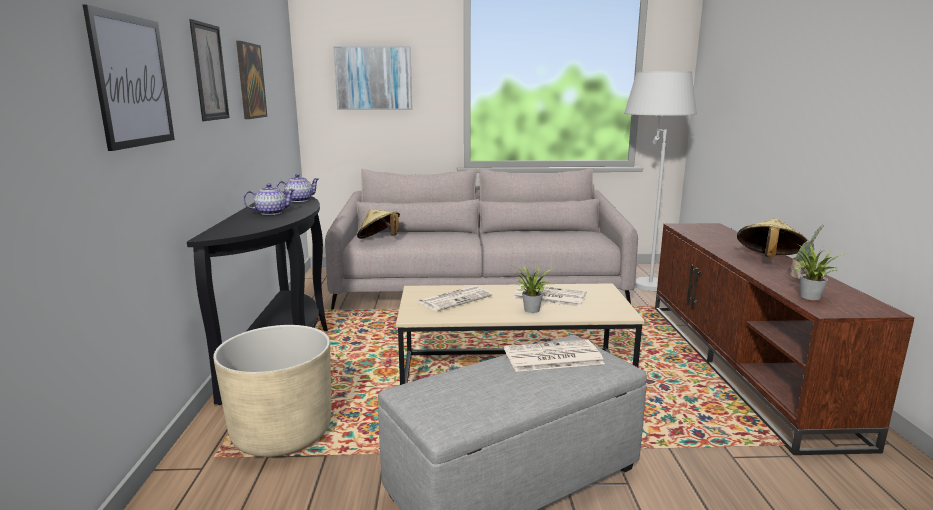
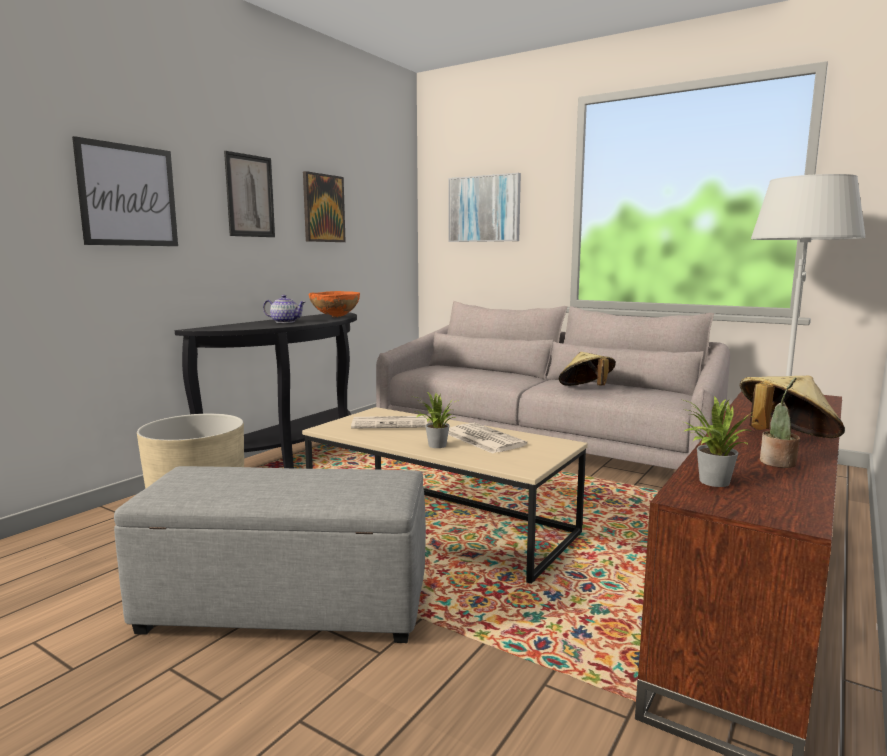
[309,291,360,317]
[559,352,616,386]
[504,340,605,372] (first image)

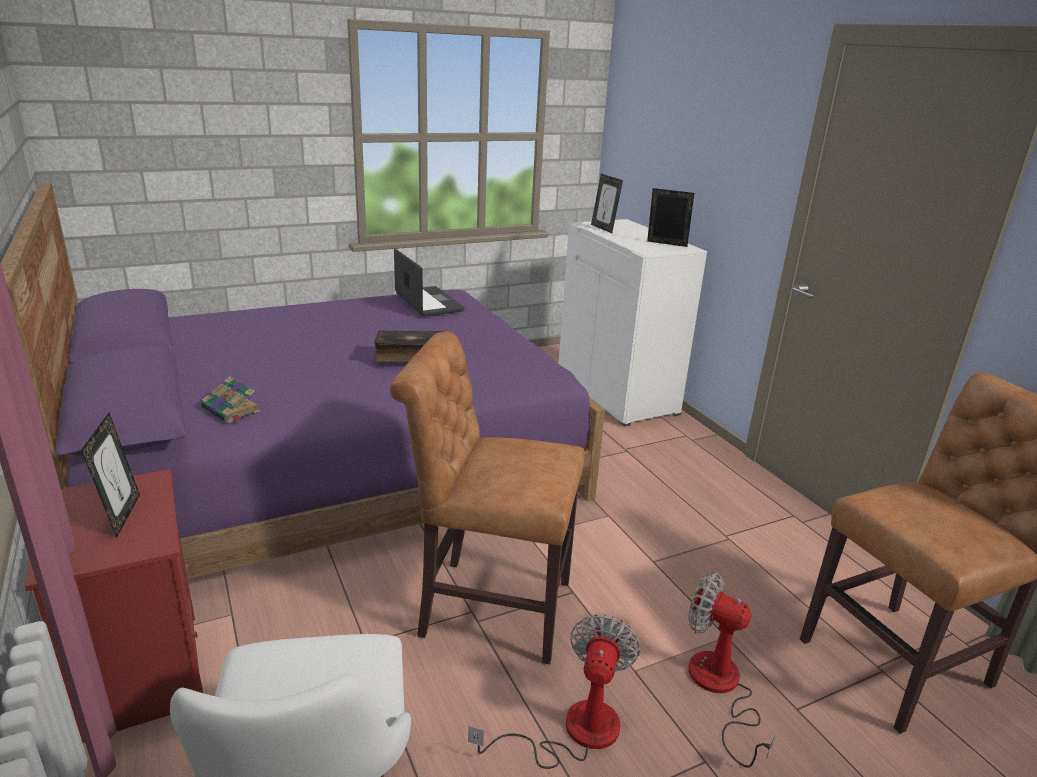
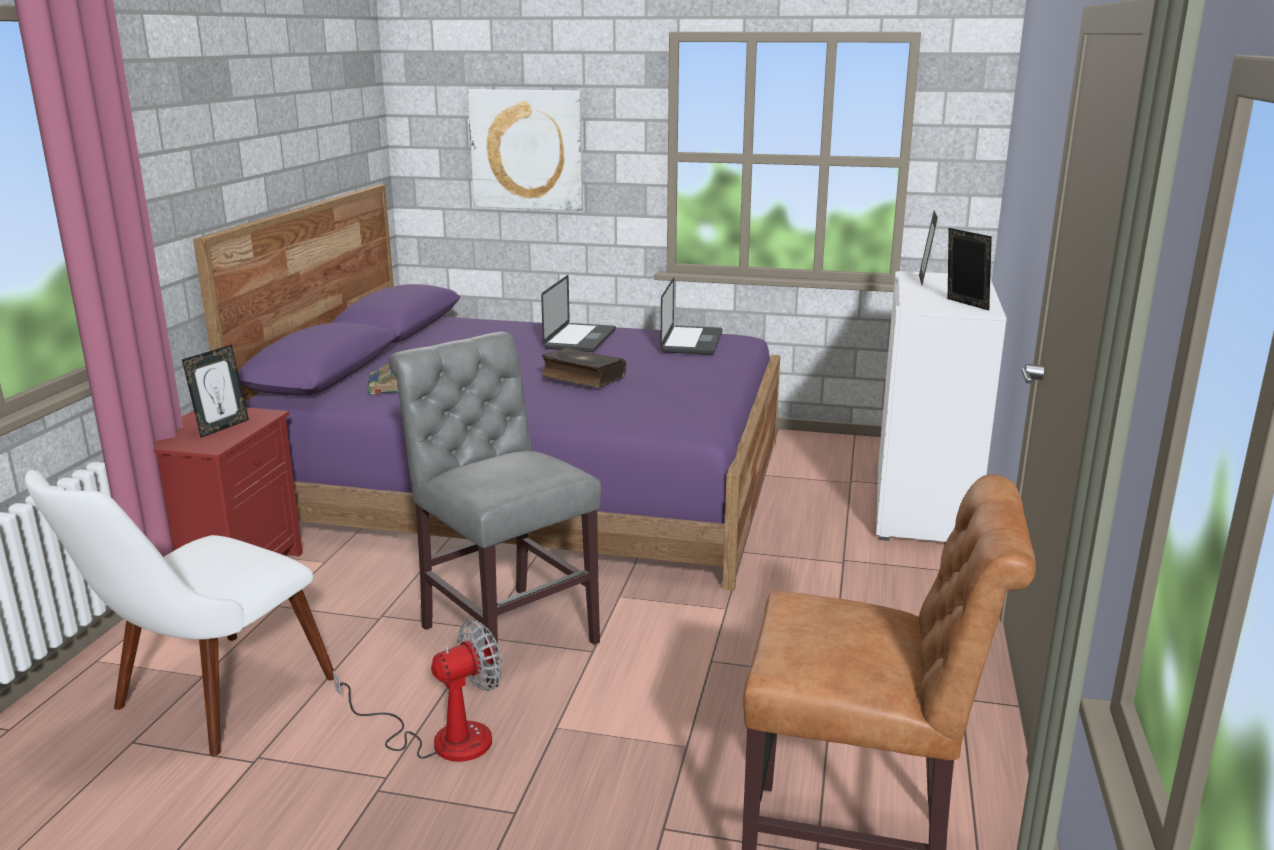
[389,332,601,688]
[688,572,776,768] (first image)
[467,89,583,211]
[541,275,616,352]

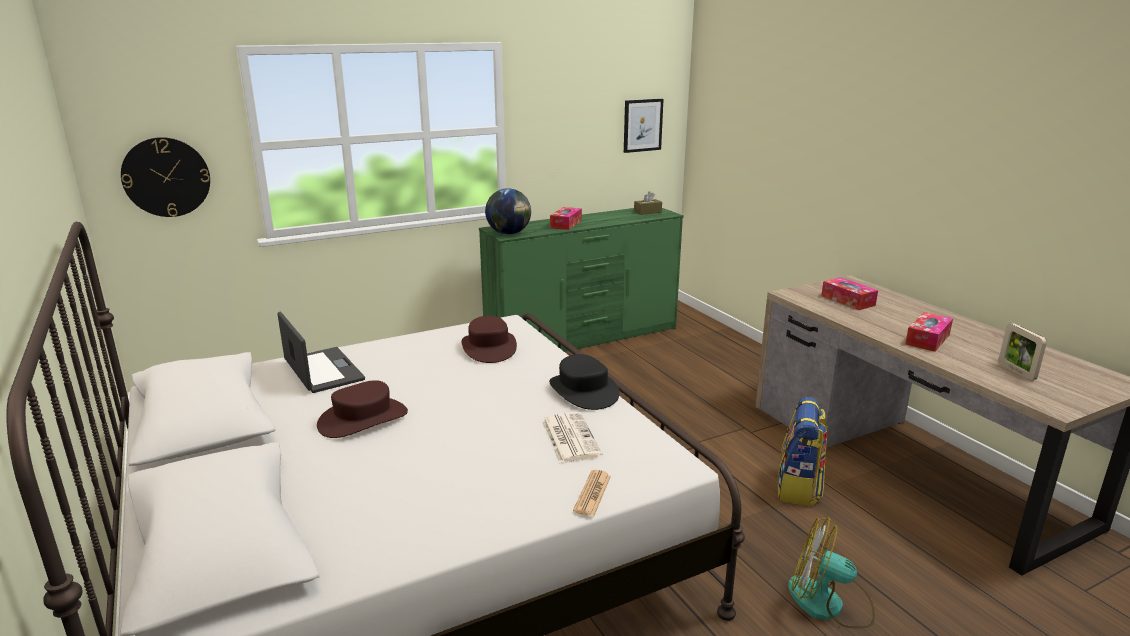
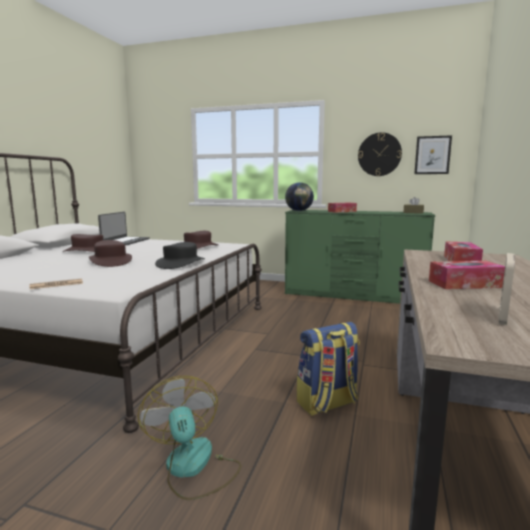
[358,132,402,176]
[541,412,603,463] (first image)
[89,240,132,267]

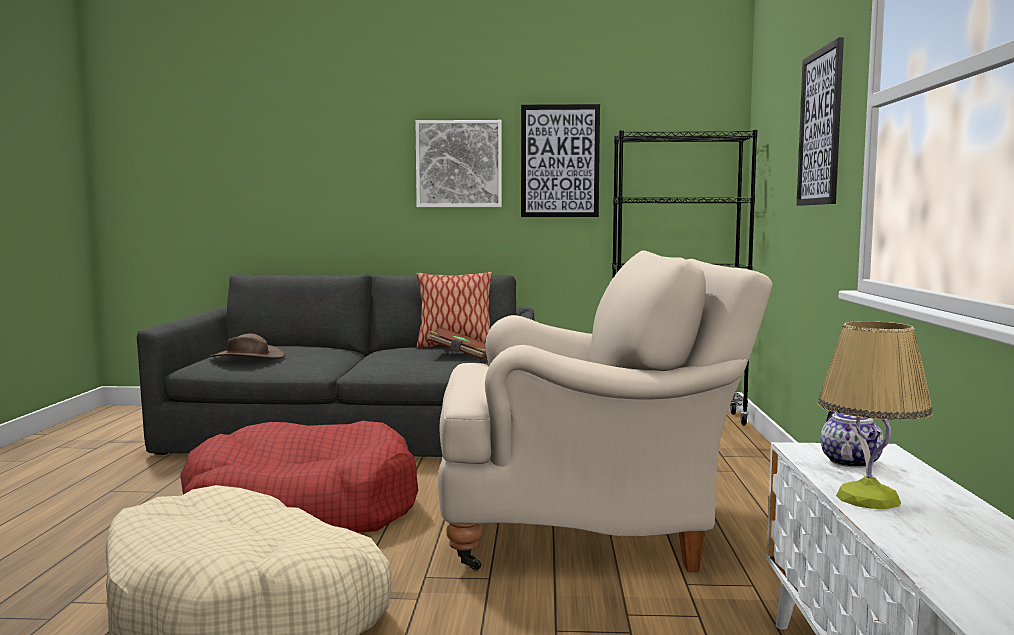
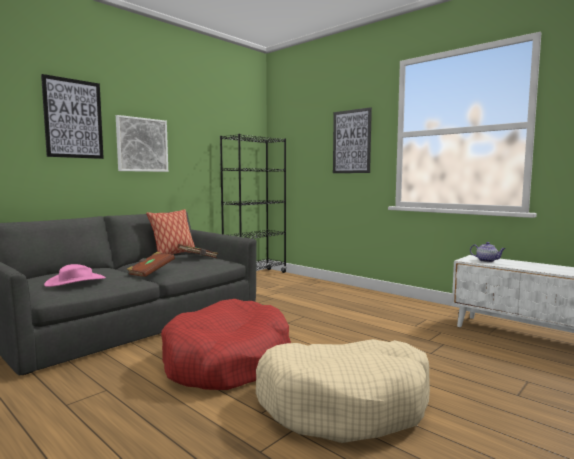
[41,74,104,159]
[438,250,773,572] (first image)
[818,321,933,509] (first image)
[44,264,106,287]
[127,252,175,277]

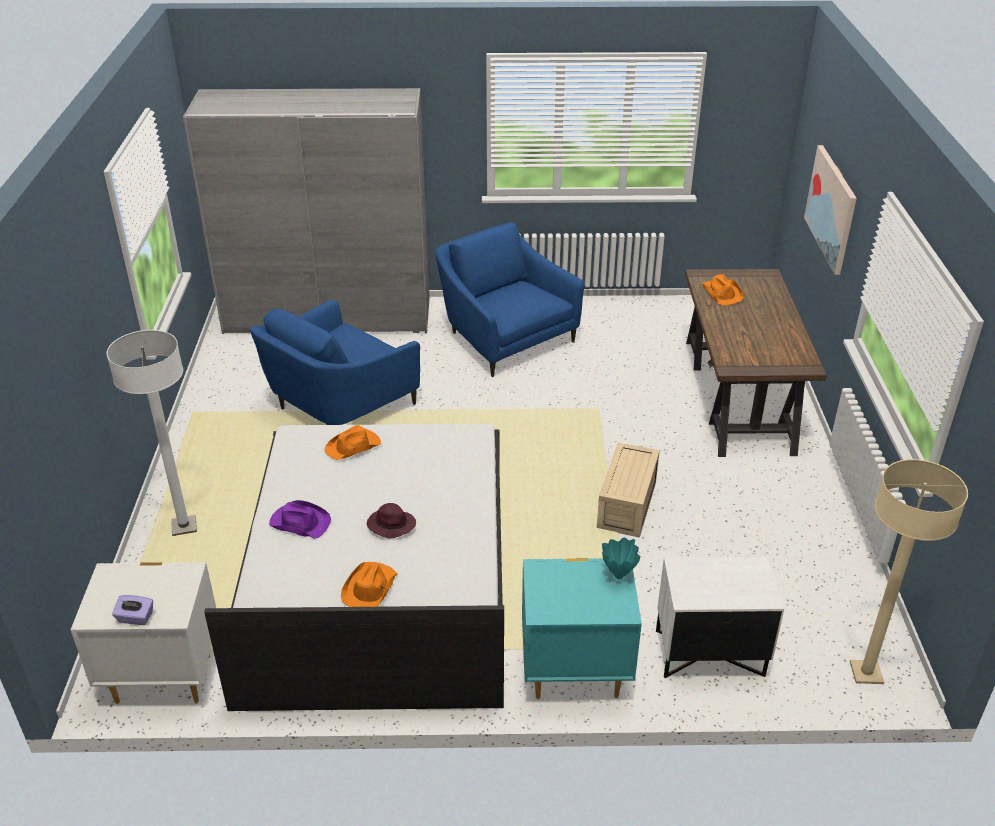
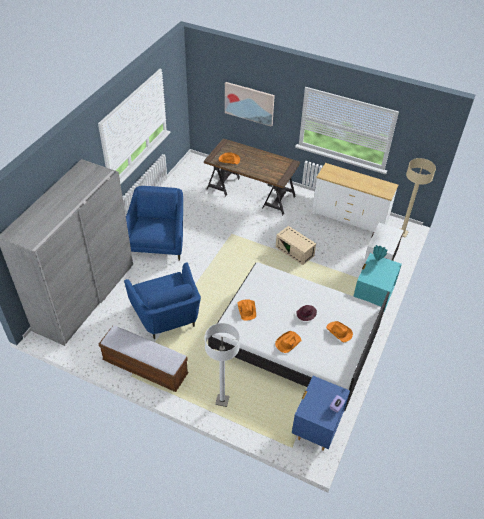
[126,186,183,261]
[275,331,302,353]
[292,376,350,451]
[312,163,398,232]
[99,326,189,392]

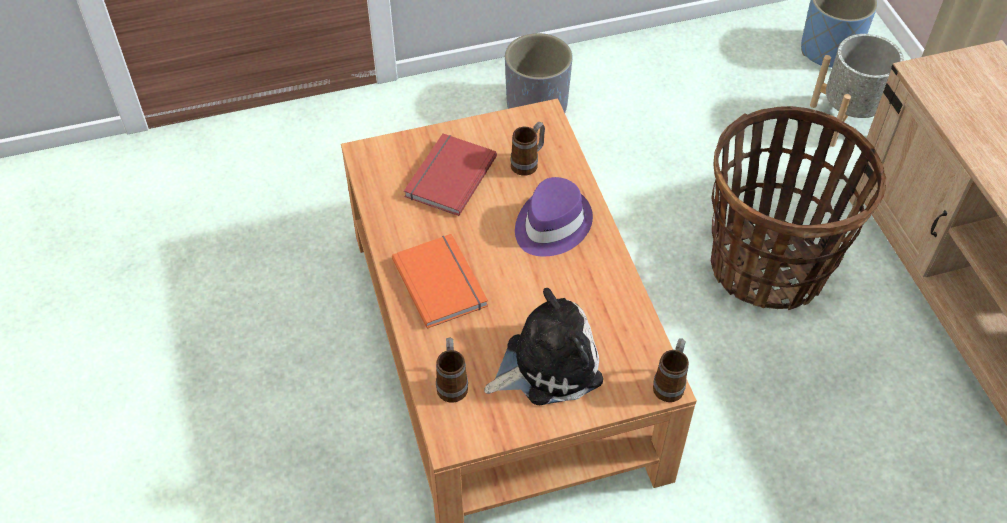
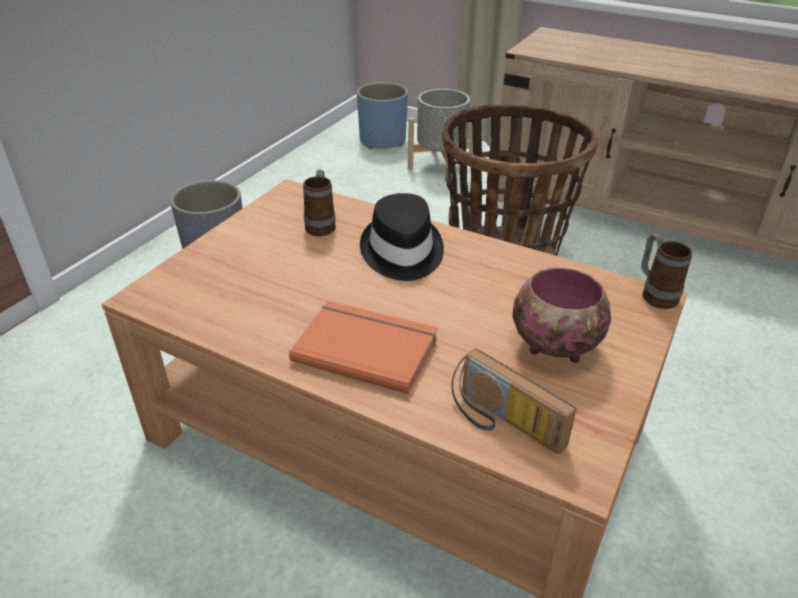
[404,134,497,216] (first image)
[360,193,444,281]
[513,267,611,363]
[451,348,576,454]

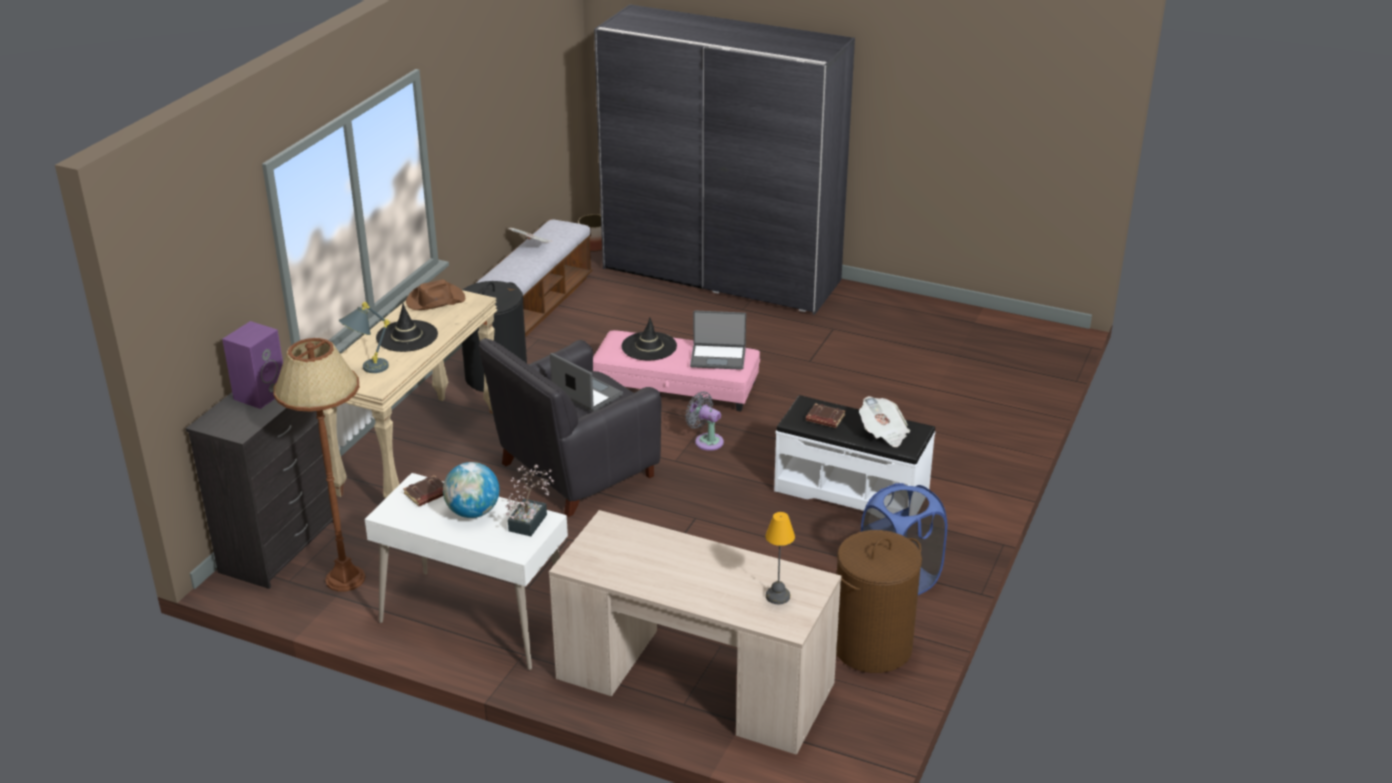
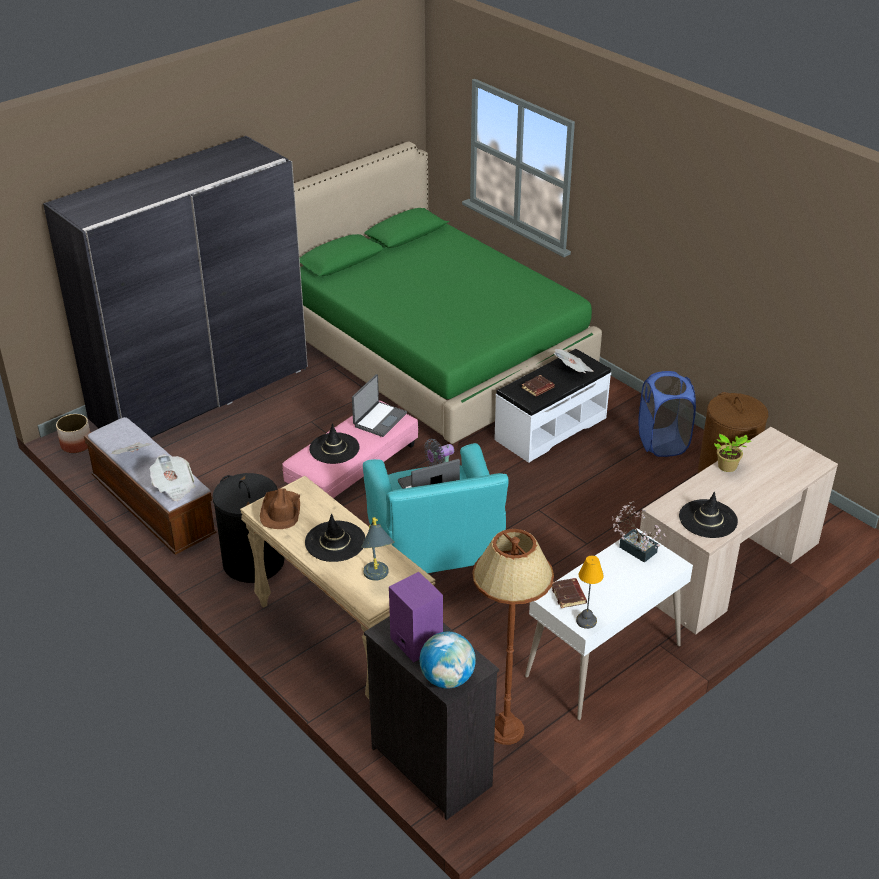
[363,443,509,573]
[420,632,476,688]
[576,556,604,629]
[294,142,602,452]
[714,434,751,472]
[150,454,196,501]
[679,492,738,538]

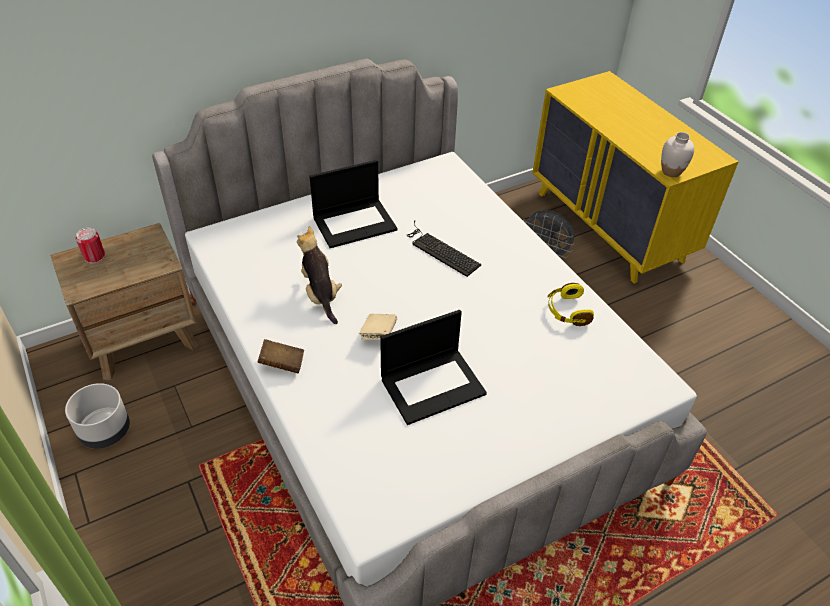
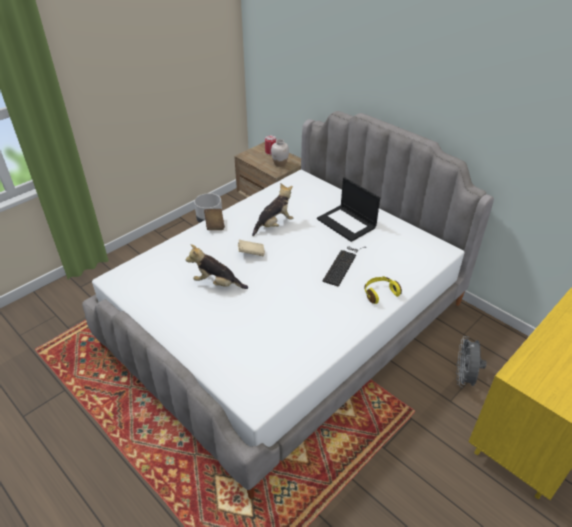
[271,139,289,167]
[365,276,402,304]
[186,244,248,289]

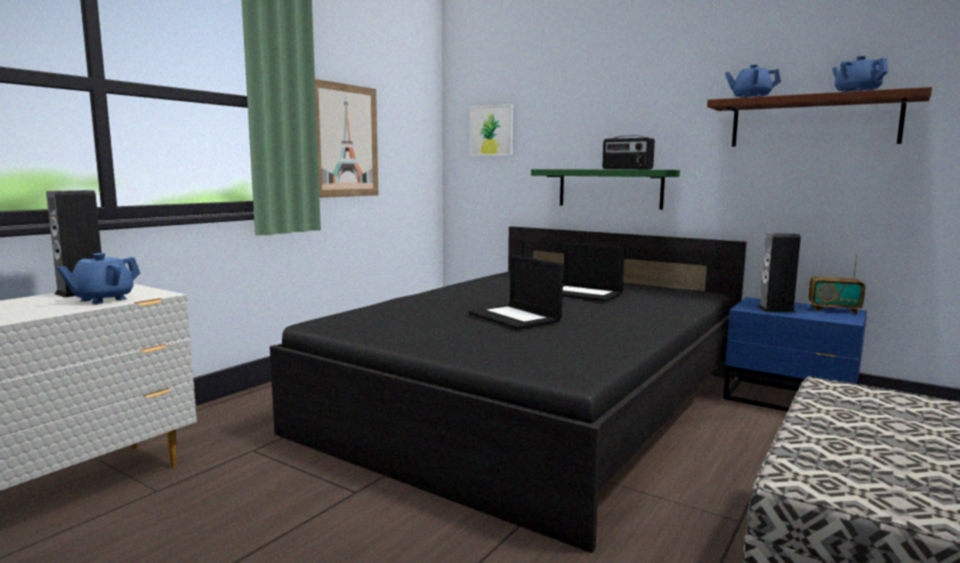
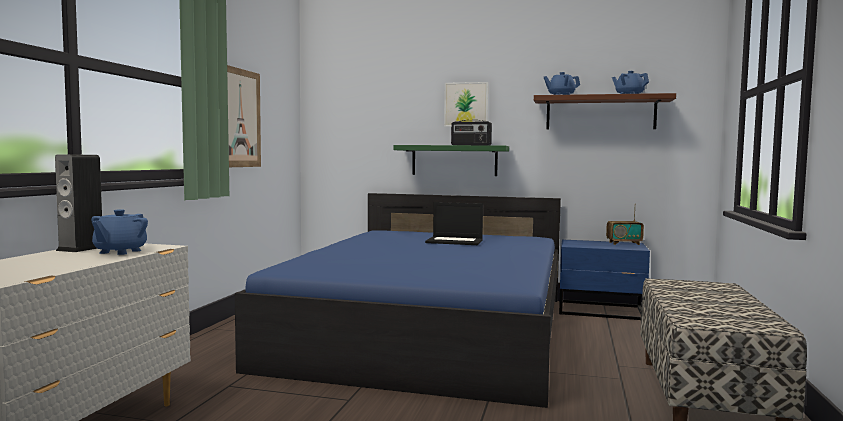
[444,82,488,127]
[235,193,561,408]
[758,233,801,313] (first image)
[468,255,563,330] (first image)

